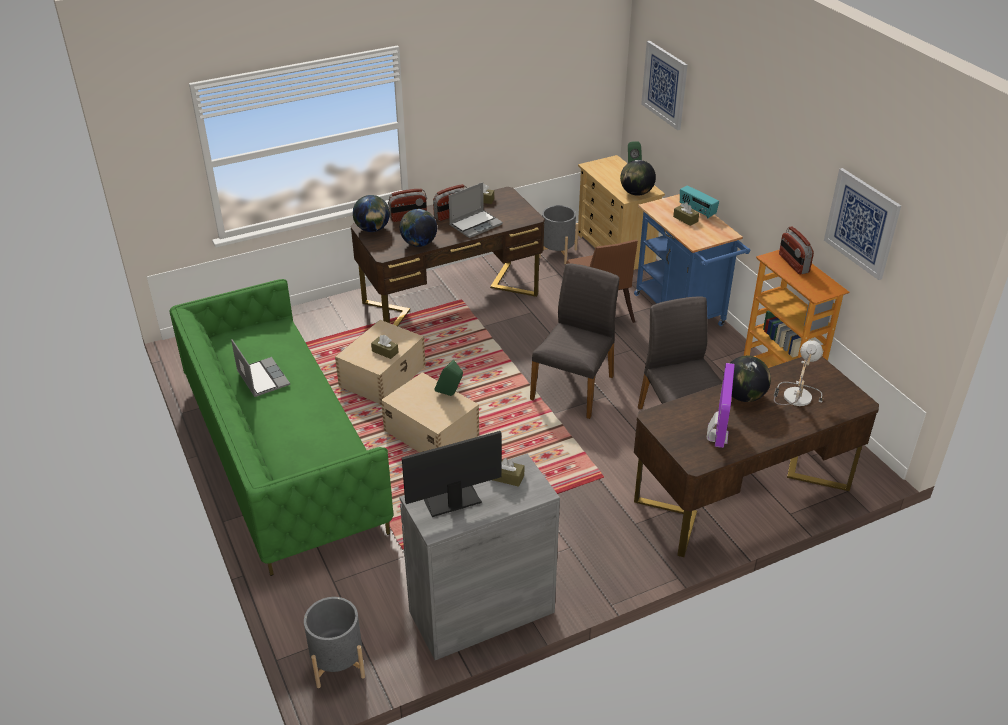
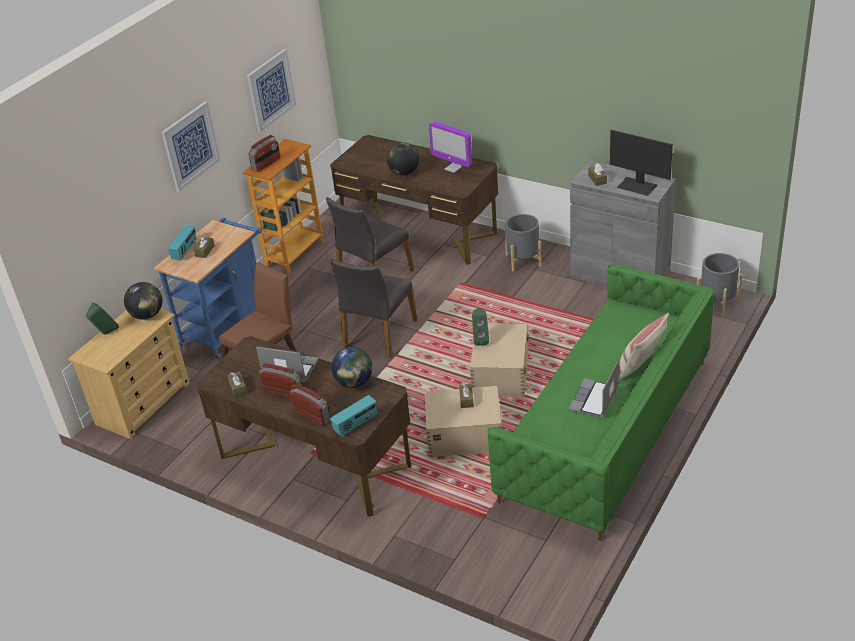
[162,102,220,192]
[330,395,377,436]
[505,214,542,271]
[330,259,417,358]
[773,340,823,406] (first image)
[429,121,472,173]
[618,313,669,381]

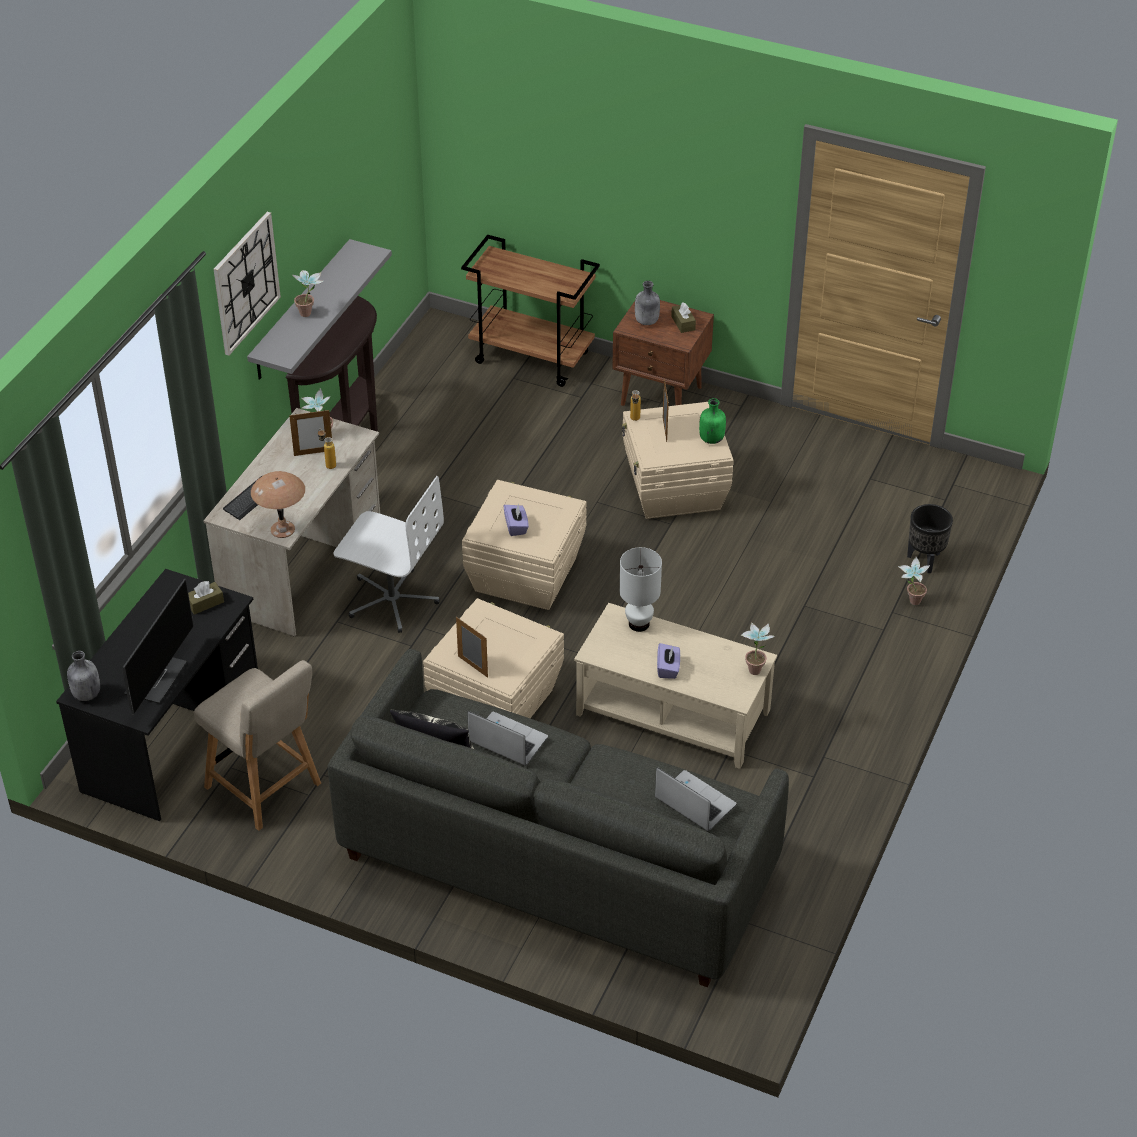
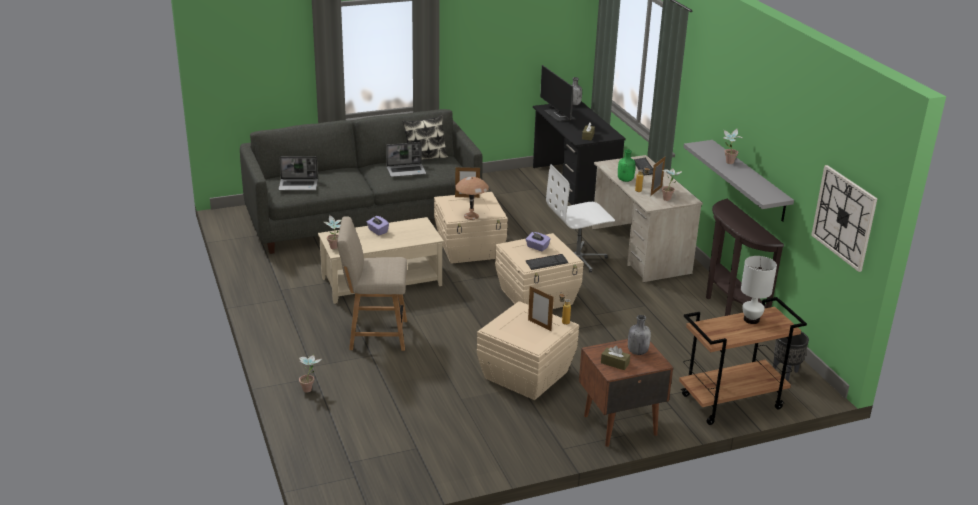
[811,165,877,272]
[618,149,636,182]
[455,177,489,220]
[773,332,809,382]
[741,256,777,324]
[337,216,407,351]
[526,254,568,270]

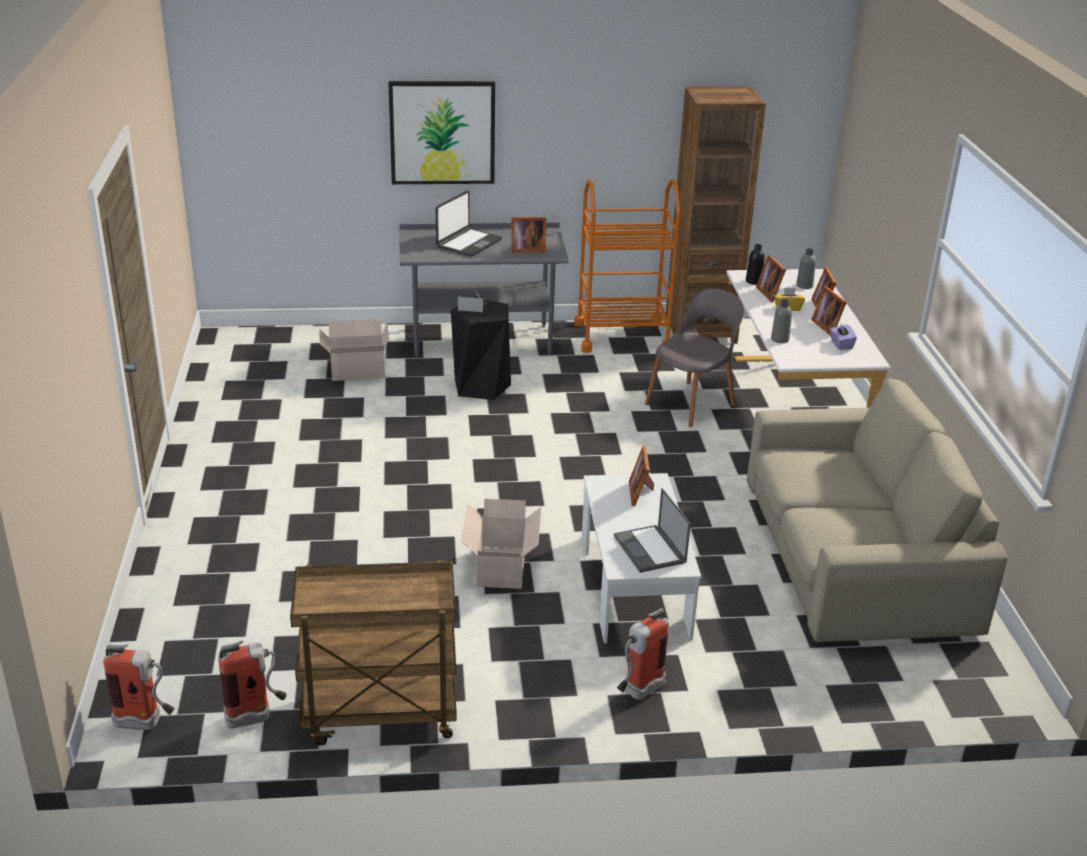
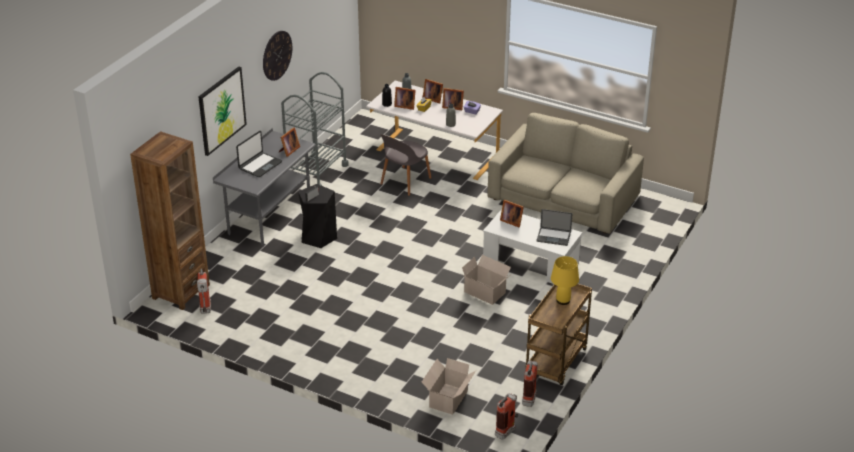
[130,131,210,310]
[281,72,349,186]
[236,131,282,177]
[380,134,431,196]
[422,358,476,415]
[197,269,211,314]
[263,31,292,81]
[551,256,579,305]

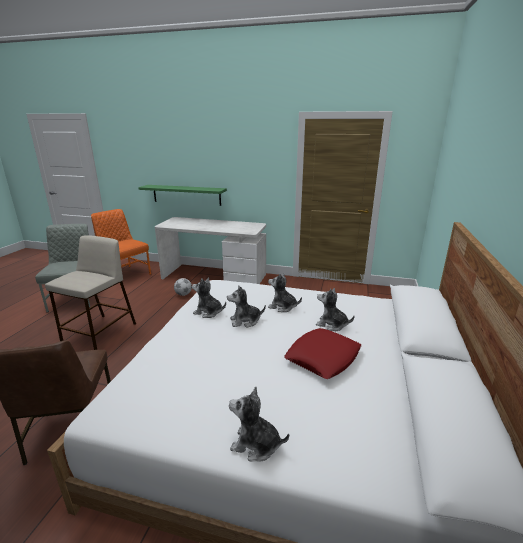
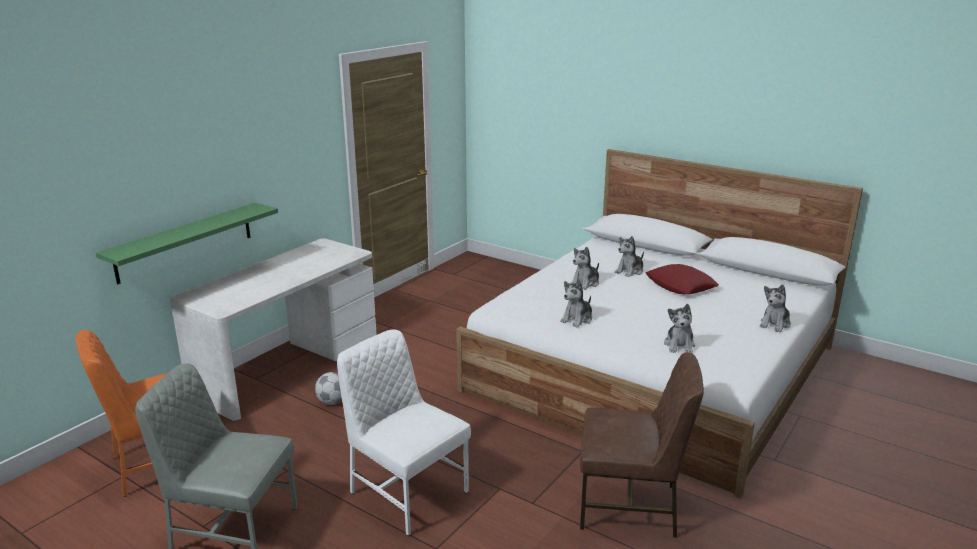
[337,329,471,536]
[664,304,695,353]

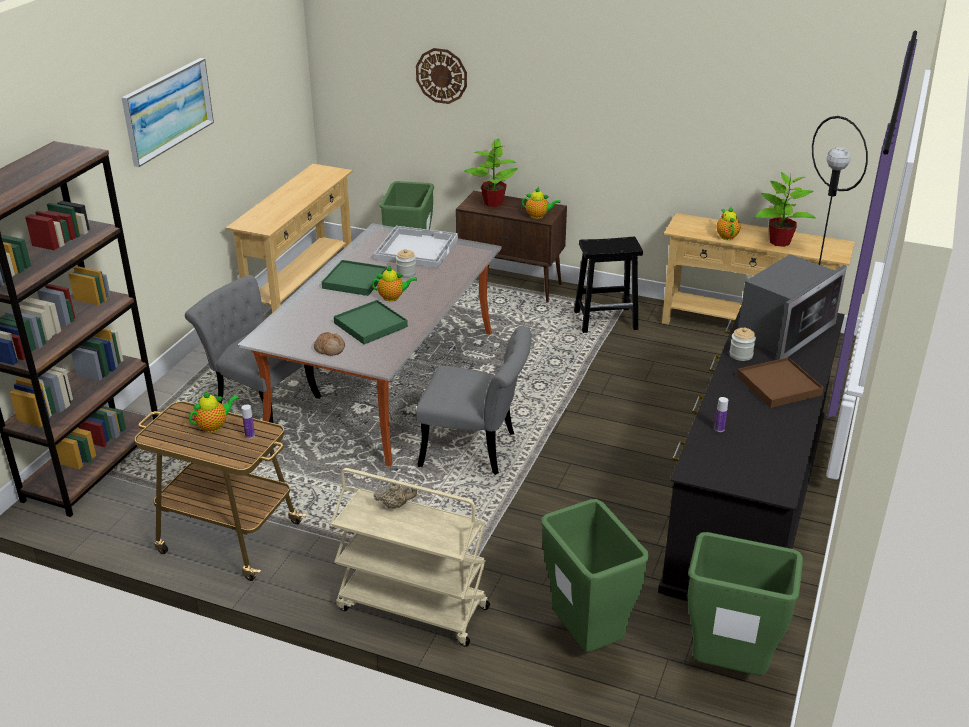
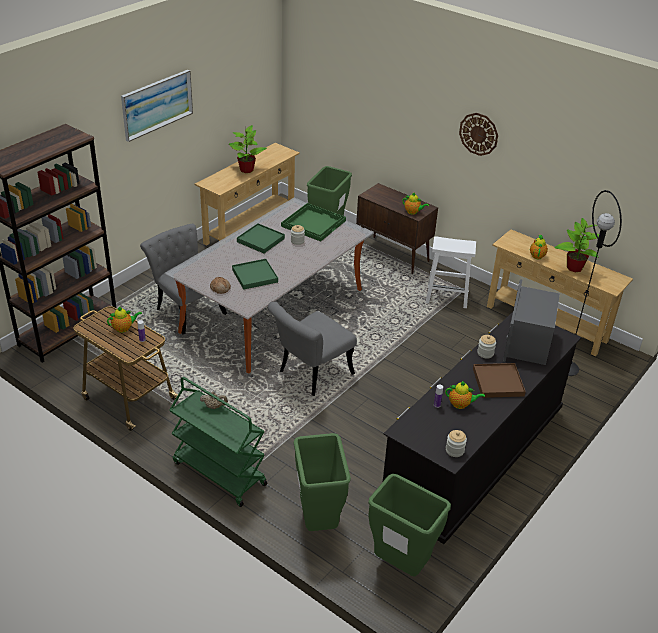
[459,113,498,156]
[229,125,267,173]
[281,203,346,241]
[426,236,476,308]
[503,279,560,365]
[445,381,485,409]
[268,301,357,396]
[169,377,267,507]
[446,430,467,457]

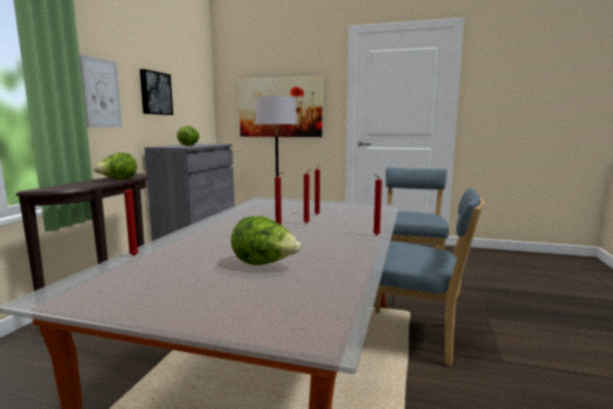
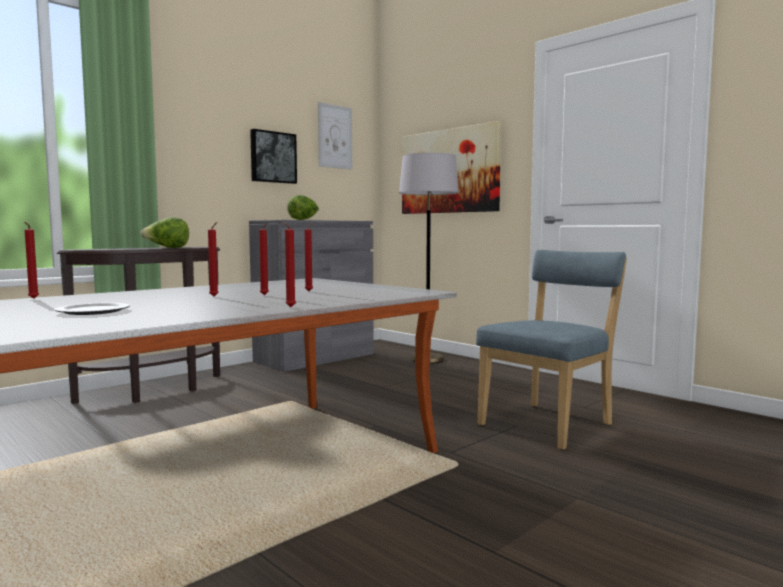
[318,102,352,170]
[363,188,484,366] (first image)
[54,302,130,315]

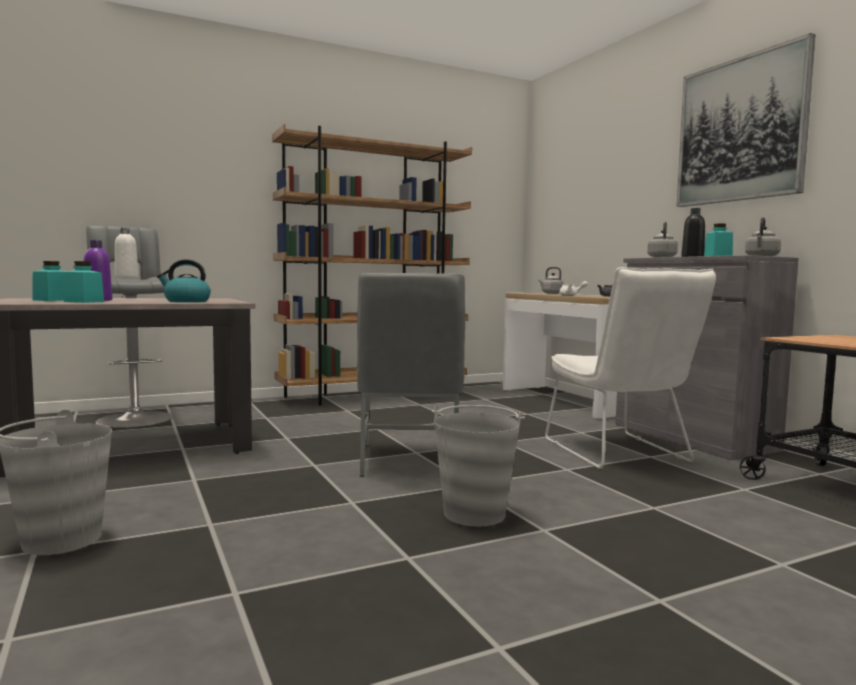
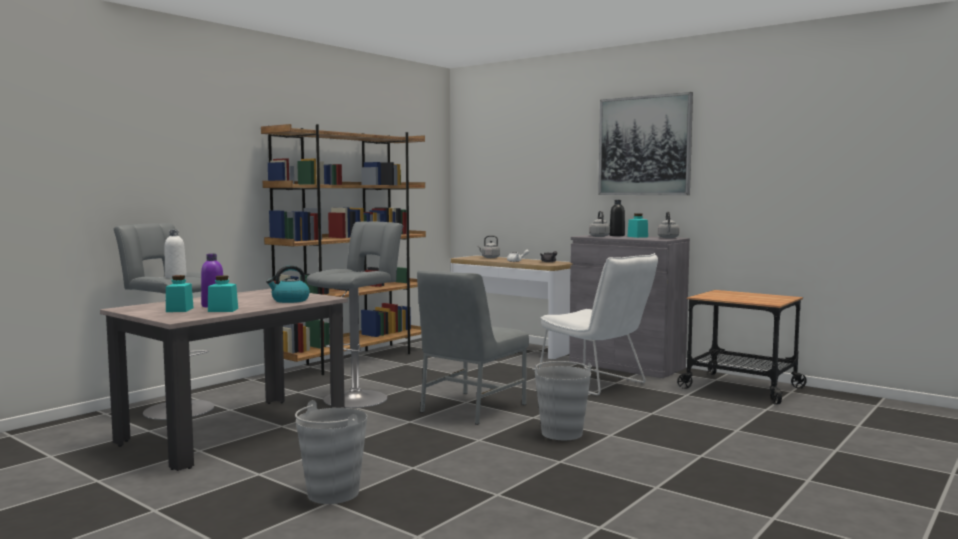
[417,270,529,425]
[307,221,403,408]

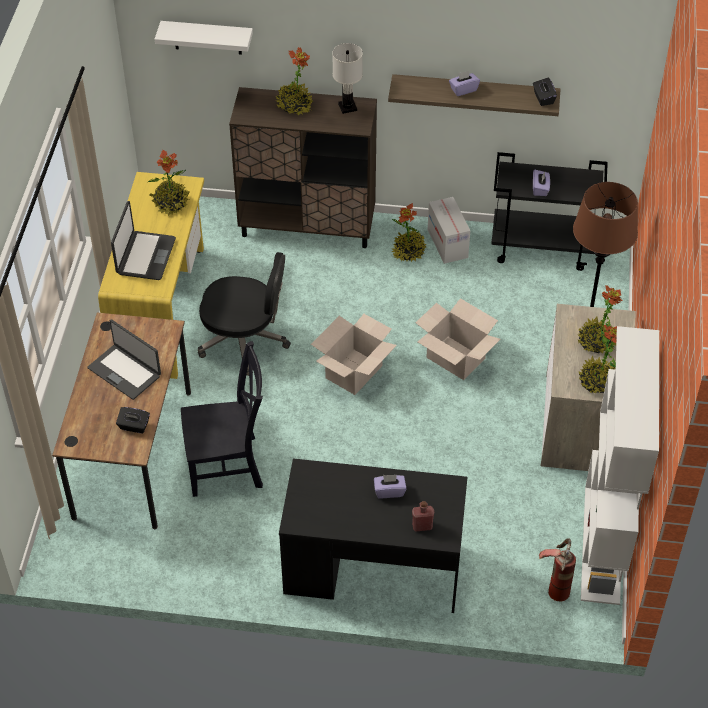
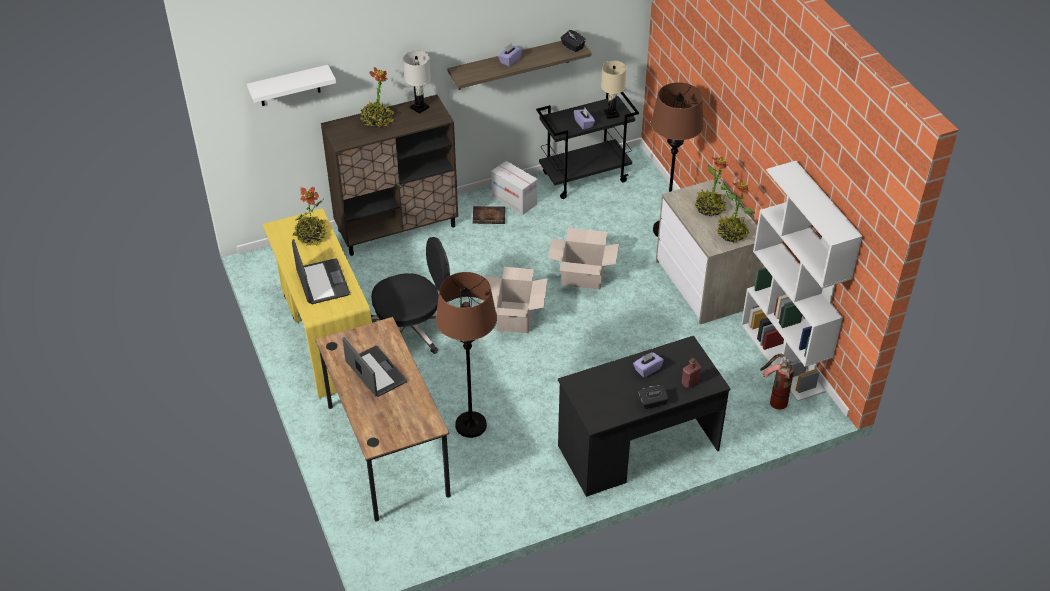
[473,206,505,224]
[342,337,407,397]
[435,272,497,438]
[638,385,669,409]
[601,60,627,119]

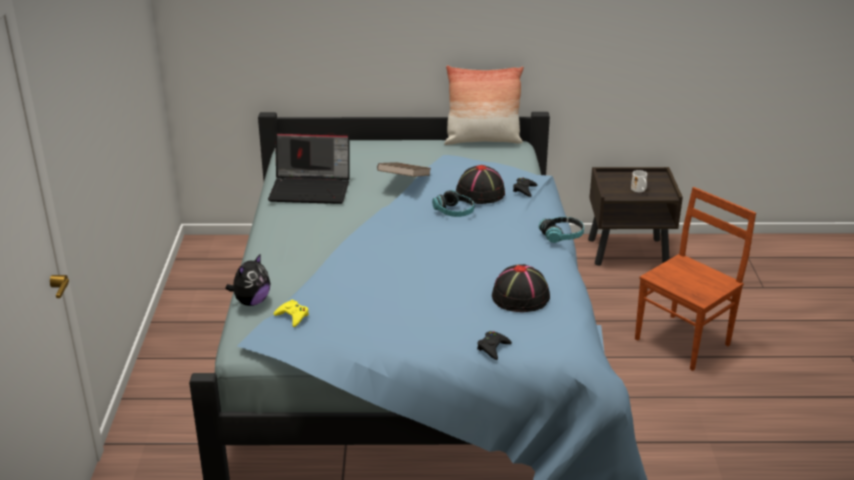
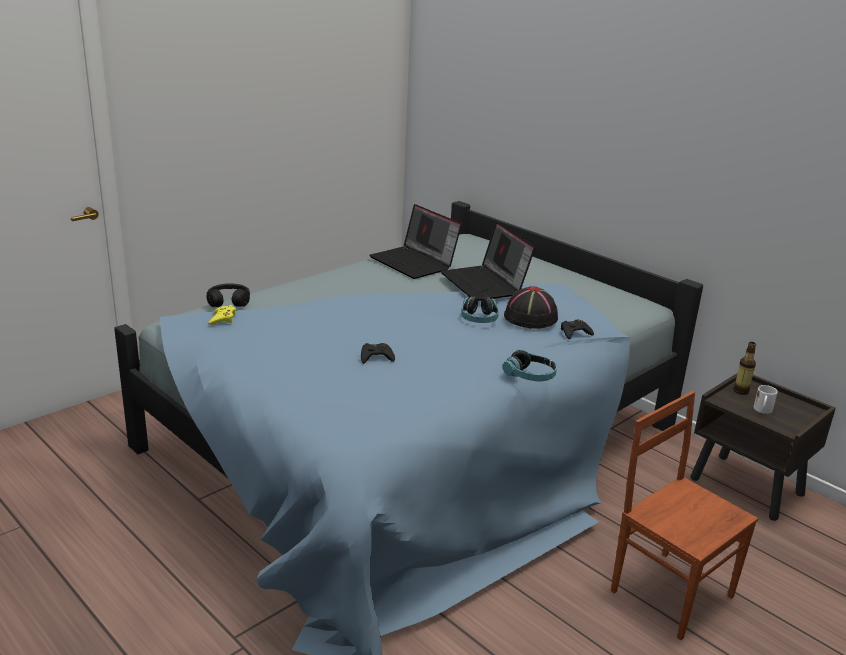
[444,65,524,145] (first image)
[441,222,535,301]
[611,391,758,640]
[206,284,250,307]
[492,264,550,312] (first image)
[361,343,395,364]
[733,342,756,395]

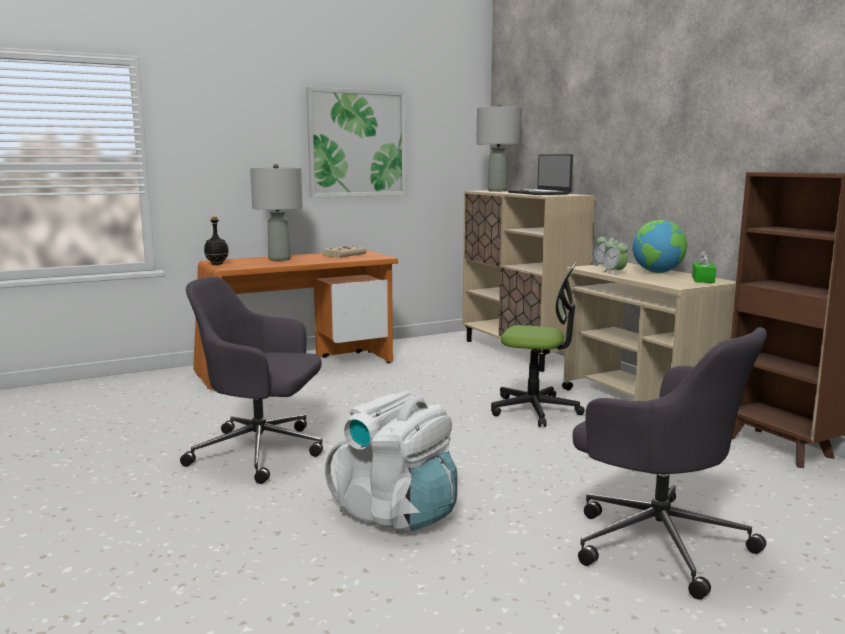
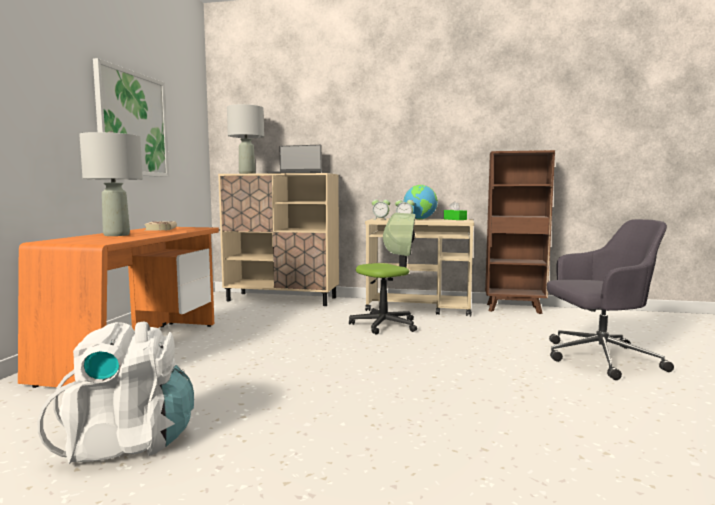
[204,217,229,265] (first image)
[180,276,323,484] (first image)
[37,322,194,464]

